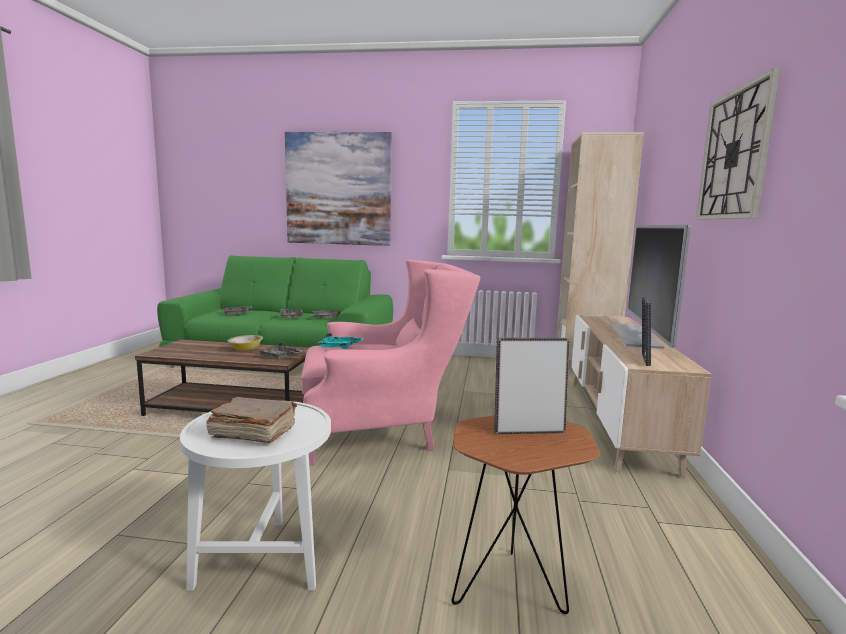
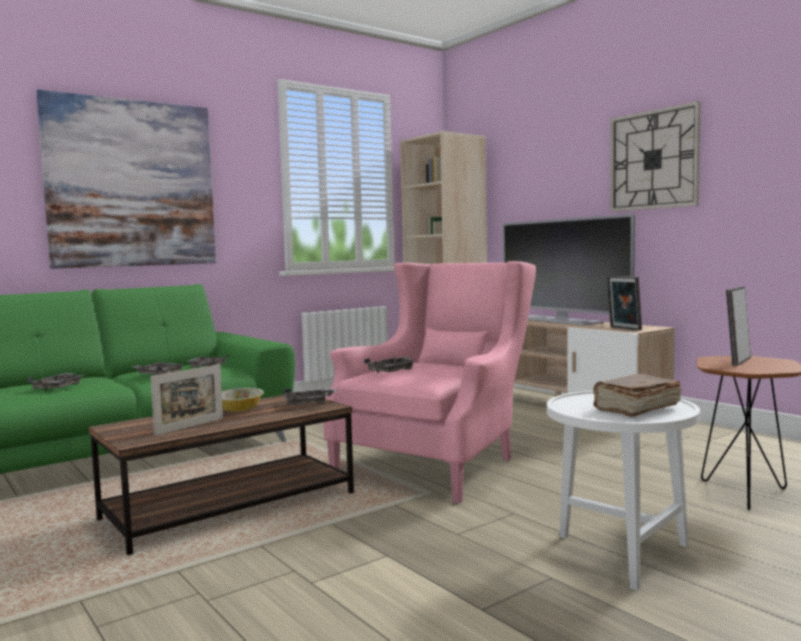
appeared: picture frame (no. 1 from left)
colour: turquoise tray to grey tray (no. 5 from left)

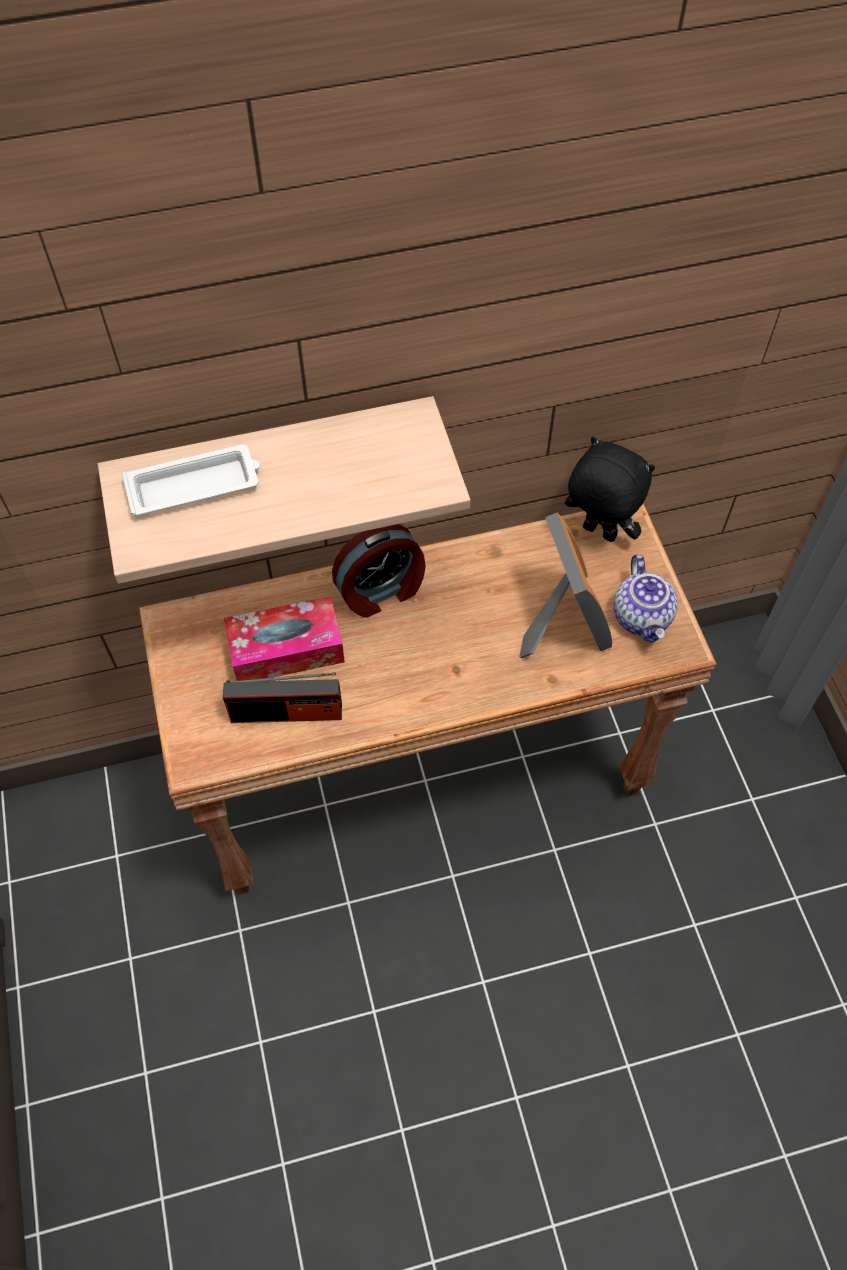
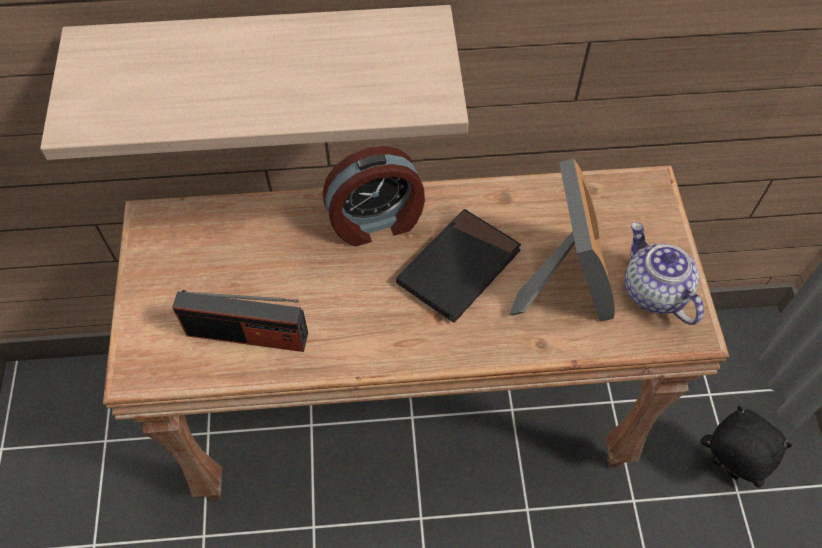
missing: white tray; tissue box
appeared: black book
relocated: black plush toy
spun: teapot 150 degrees clockwise

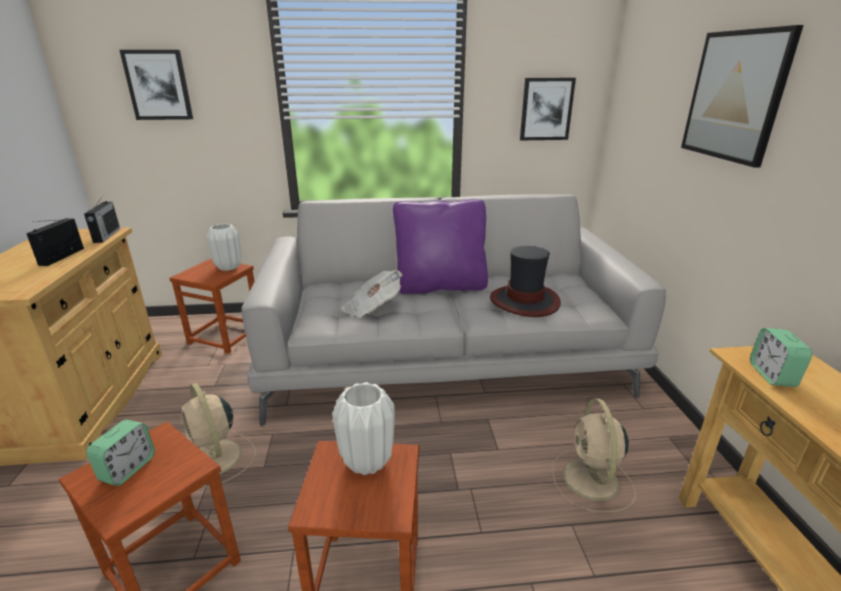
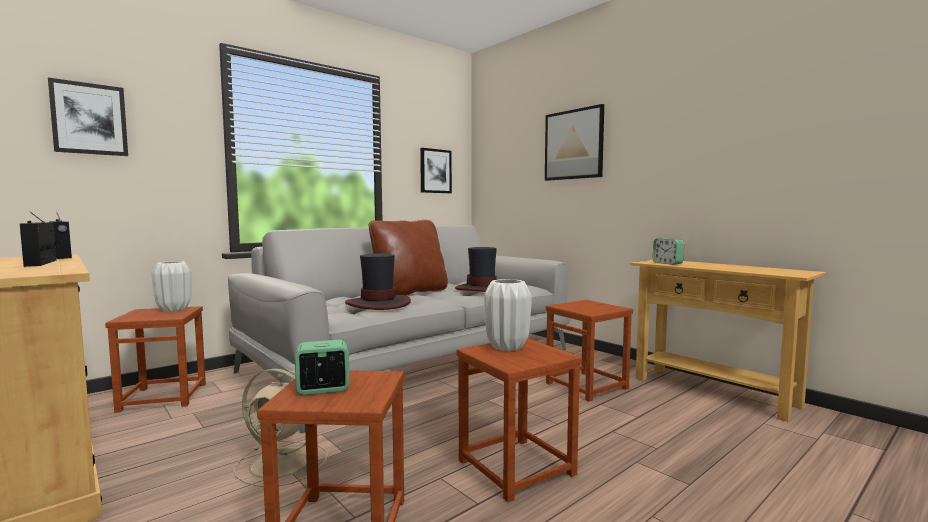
exchanged: newspaper to hat (no. 1 from left); beige fan (no. 2 from left) to brown stool (no. 4 from left)
colour: purple pillow to brown pillow
spun: alarm clock (no. 1 from left) 90 degrees counterclockwise

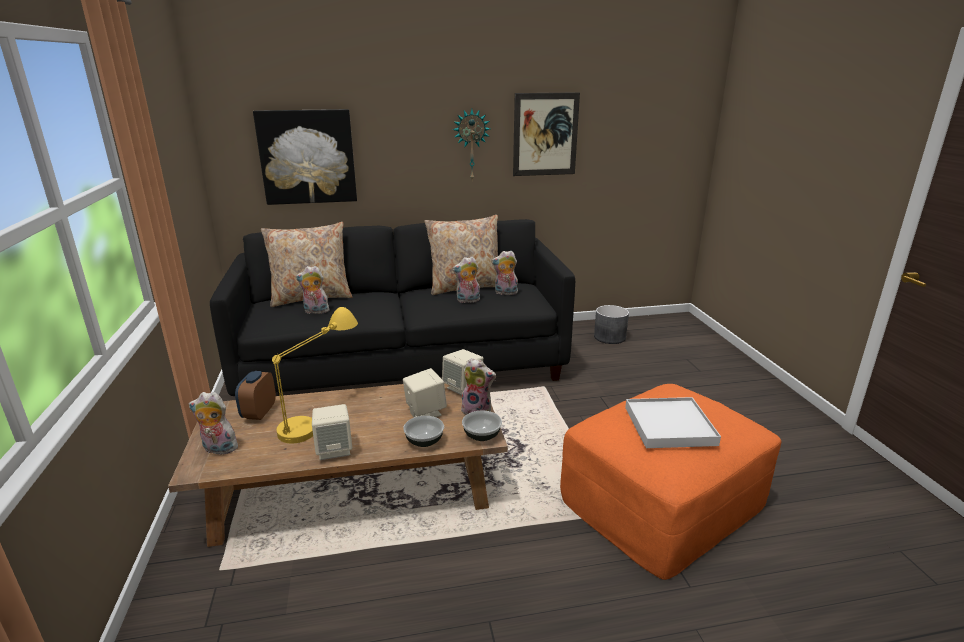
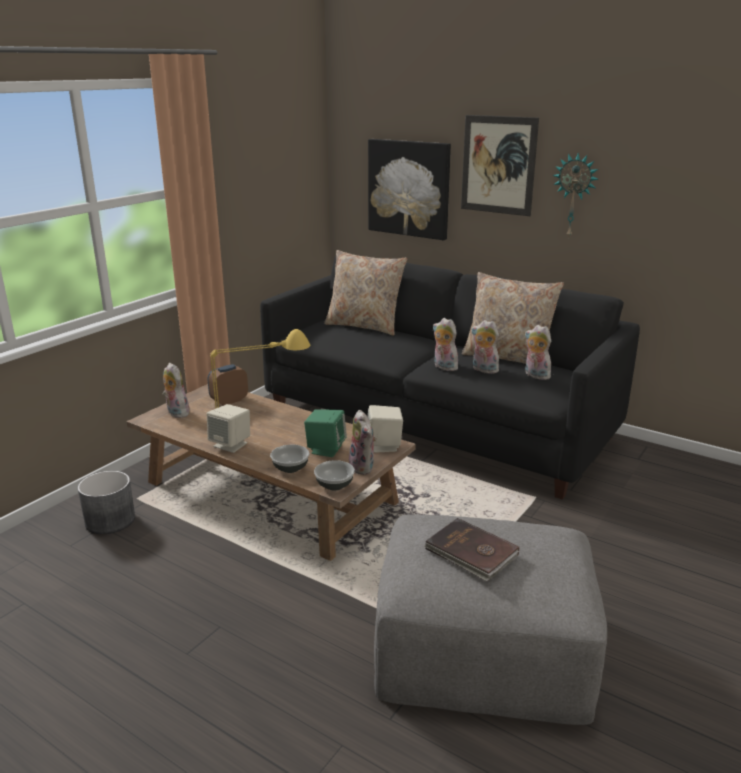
relocated: plush toy (no. 2 from left in the first image) to plush toy (no. 3 from left); picture (no. 2 from left); grey planter
exchanged: white tray to brown book
colour: beige speaker (no. 2 from left) to green speaker; orange ottoman to grey ottoman

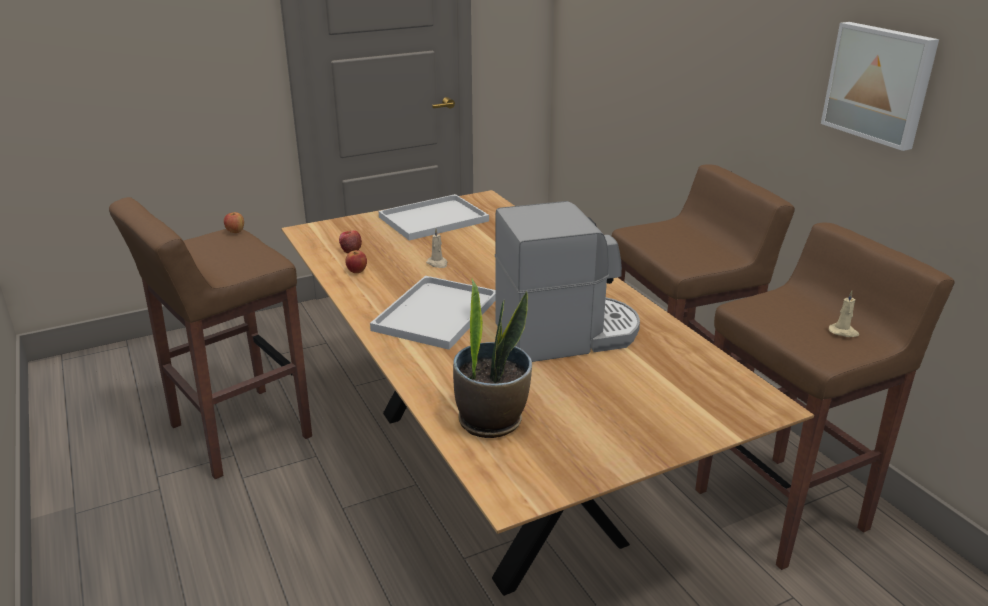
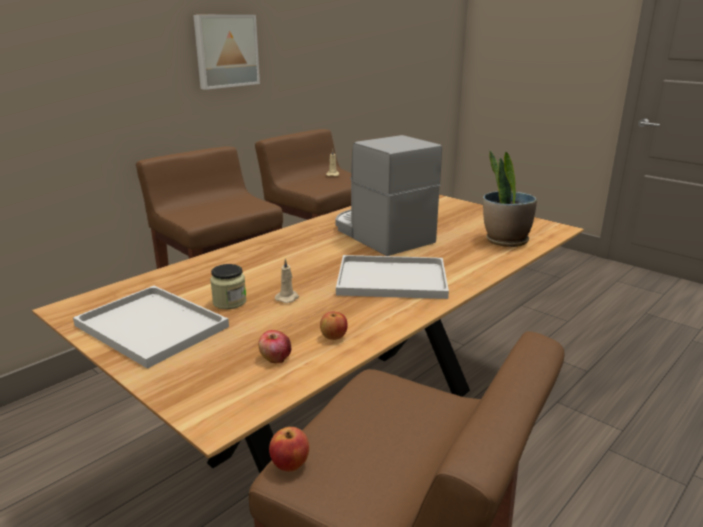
appeared: jar

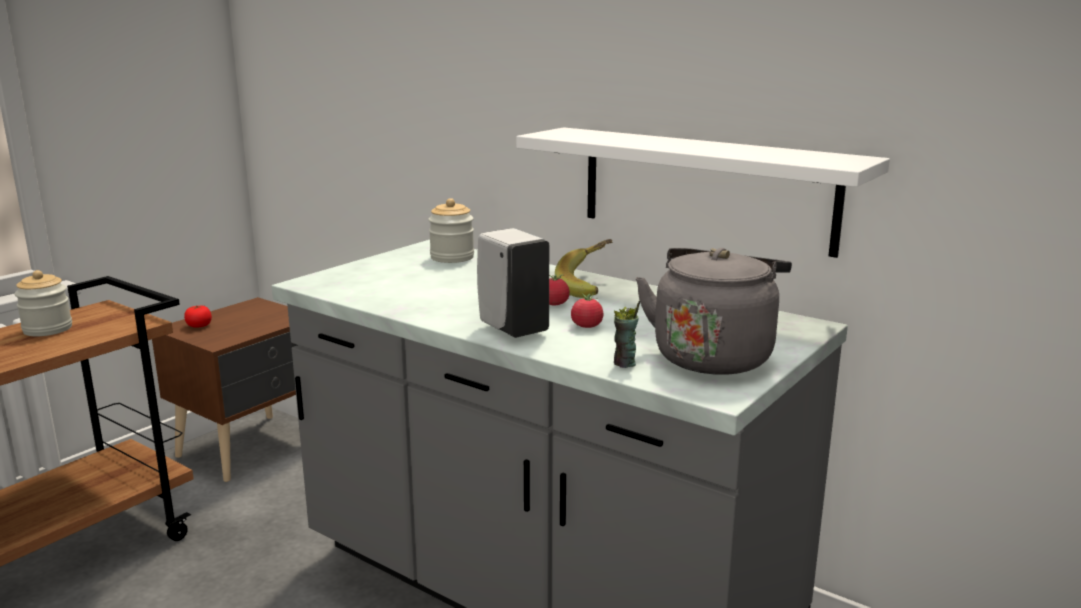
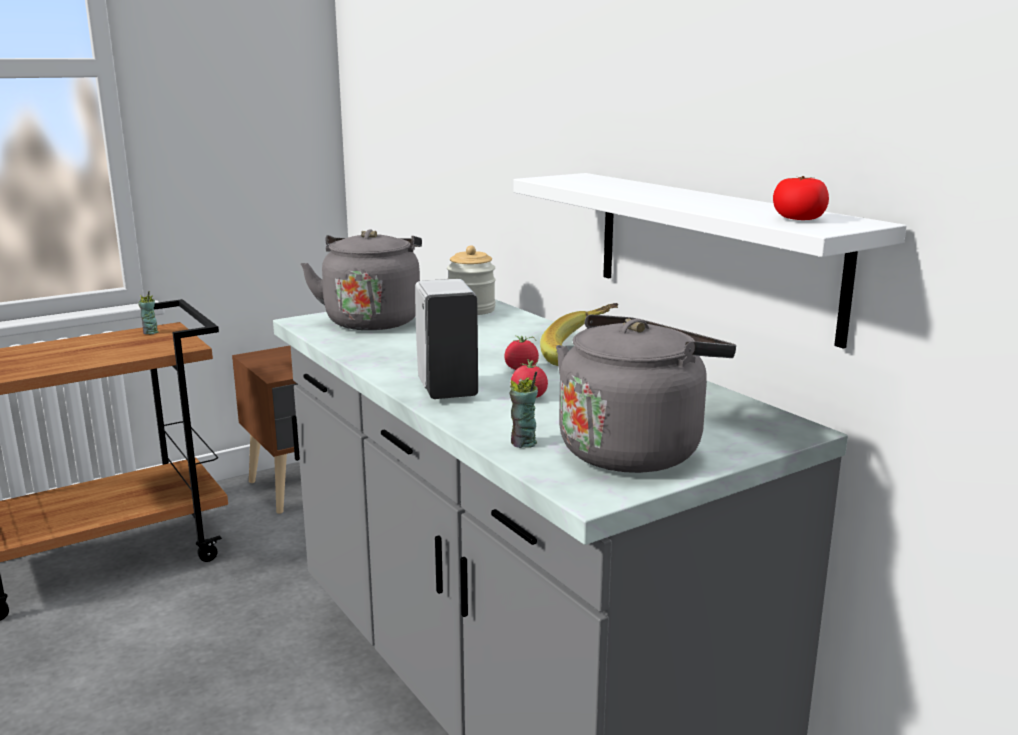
missing: jar (no. 1 from left)
appeared: cup (no. 1 from left); grey kettle (no. 1 from left)
relocated: tomato (no. 1 from left in the first image) to tomato (no. 3 from left)

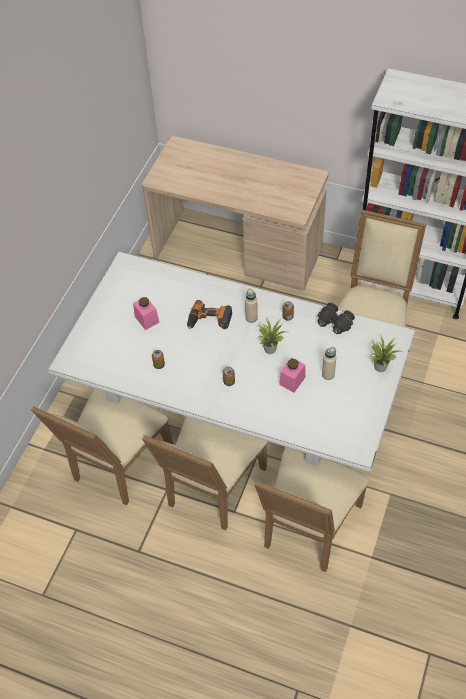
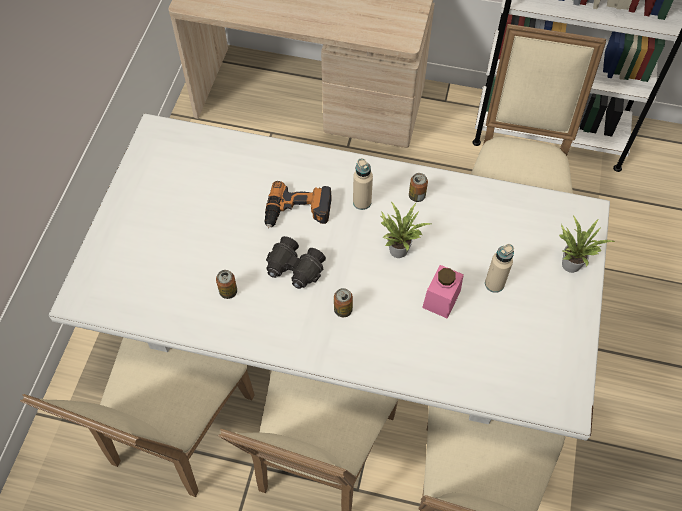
missing: pink jar (no. 1 from left)
relocated: black binoculars

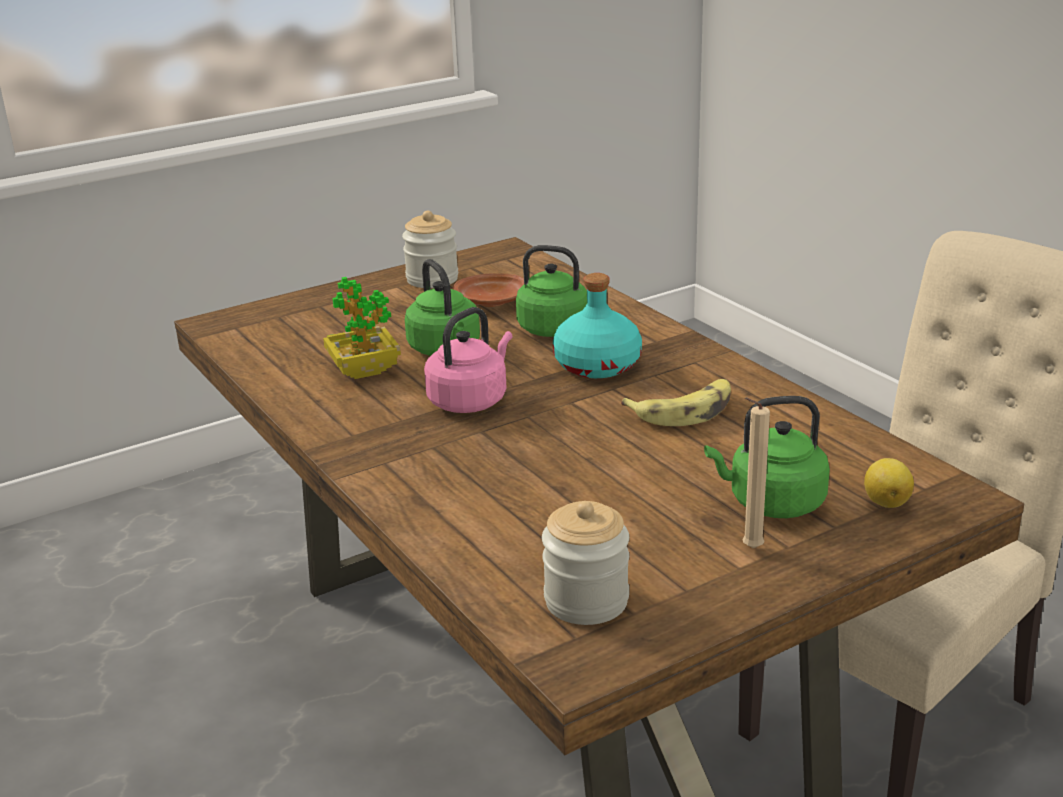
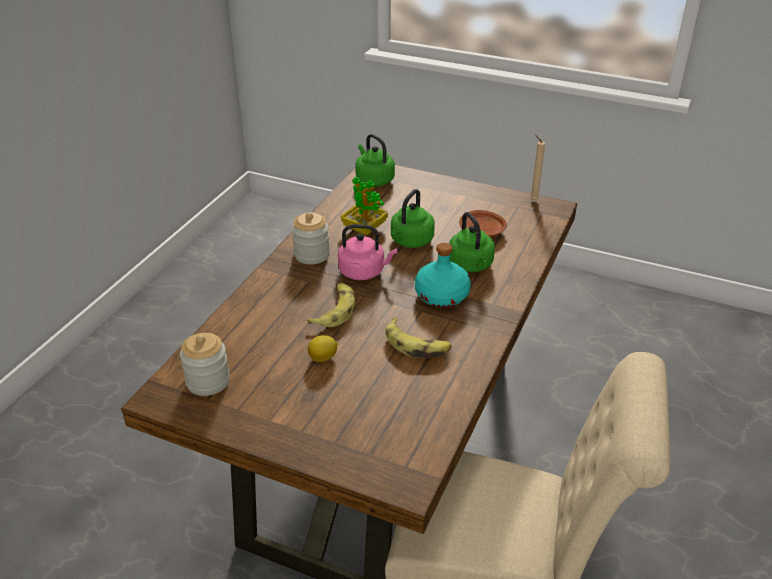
appeared: banana (no. 1 from left)
relocated: jar (no. 1 from left in the first image) to jar (no. 2 from left); green kettle (no. 3 from left in the first image) to green kettle (no. 1 from left); beige candle; lemon

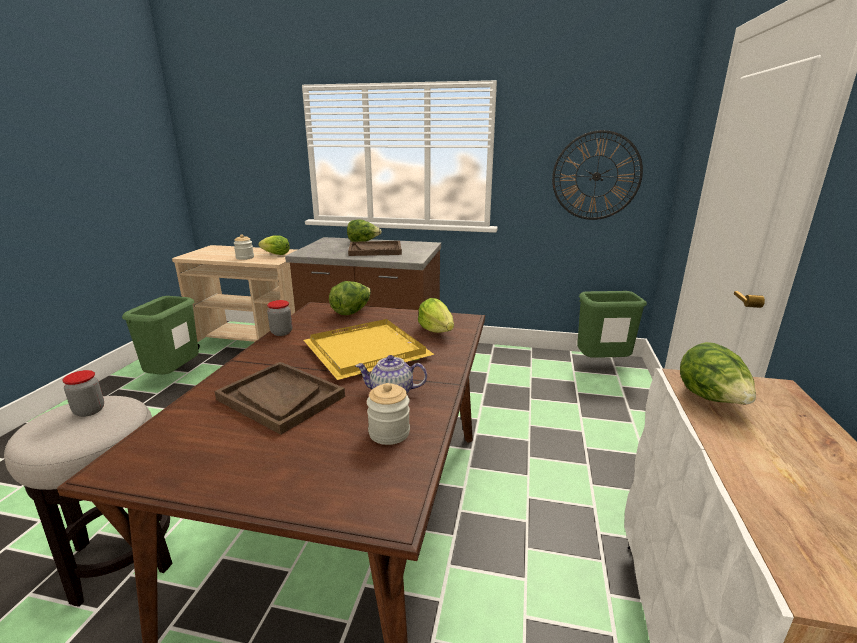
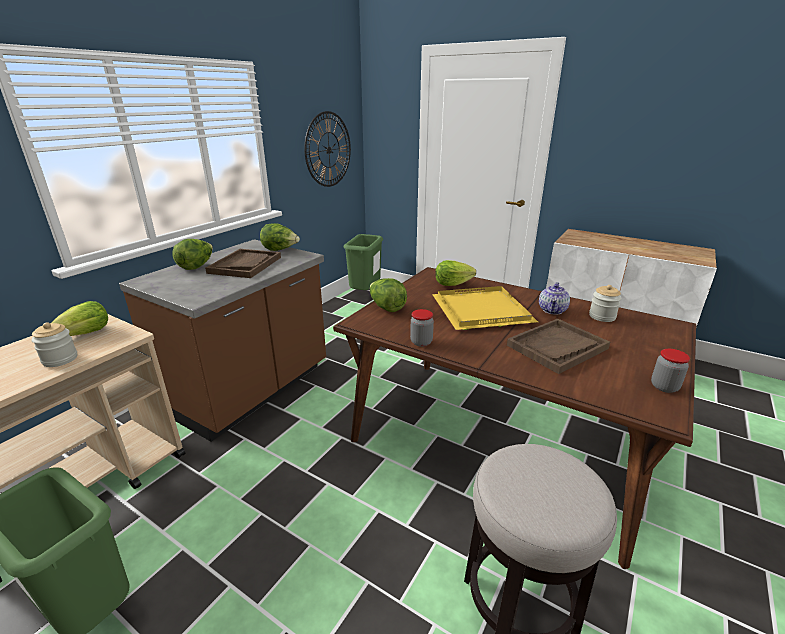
relocated: jar (no. 1 from left in the first image) to jar (no. 4 from left); lettuce (no. 5 from left in the first image) to lettuce (no. 3 from left)

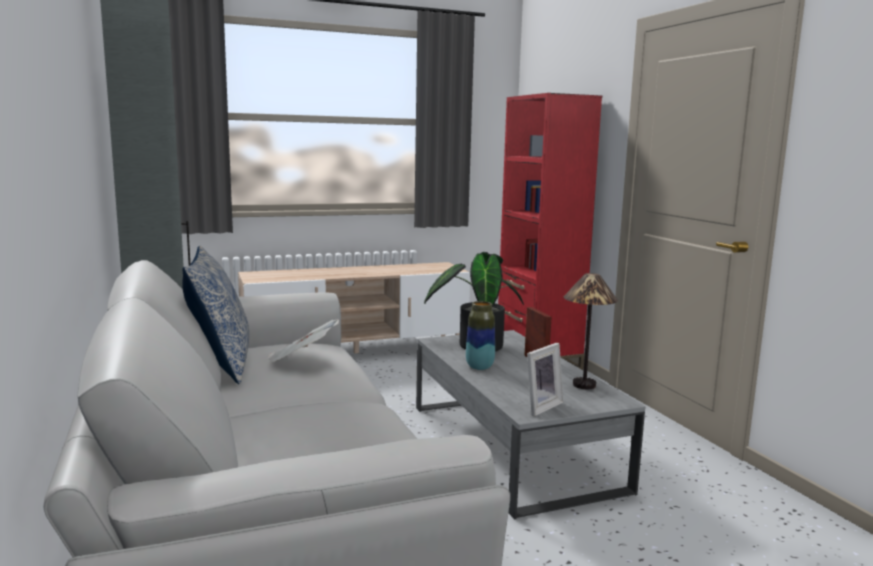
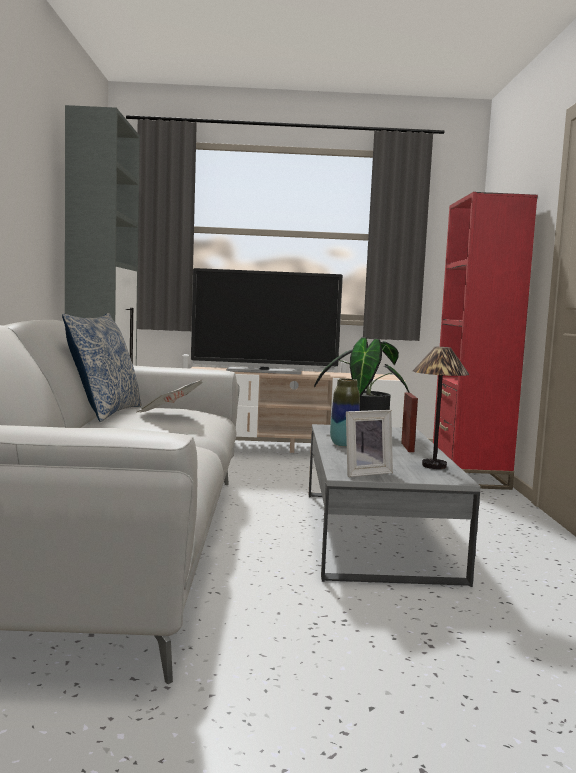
appeared: television

